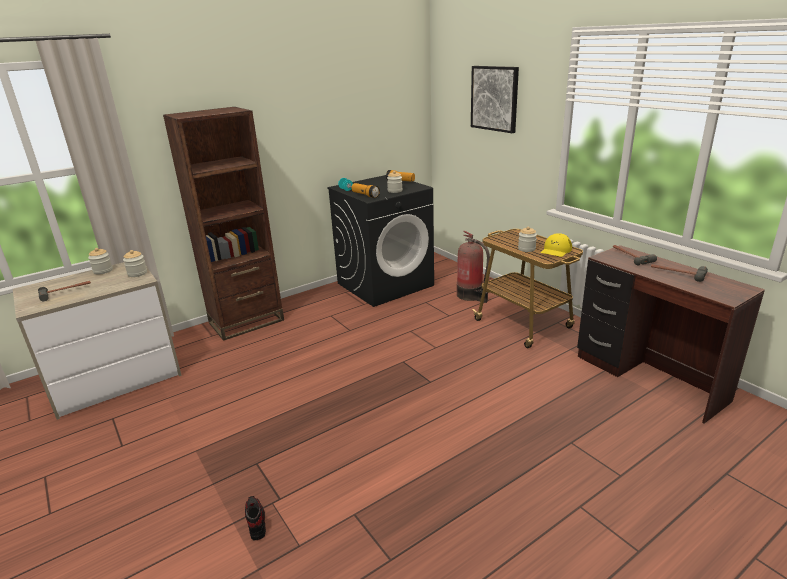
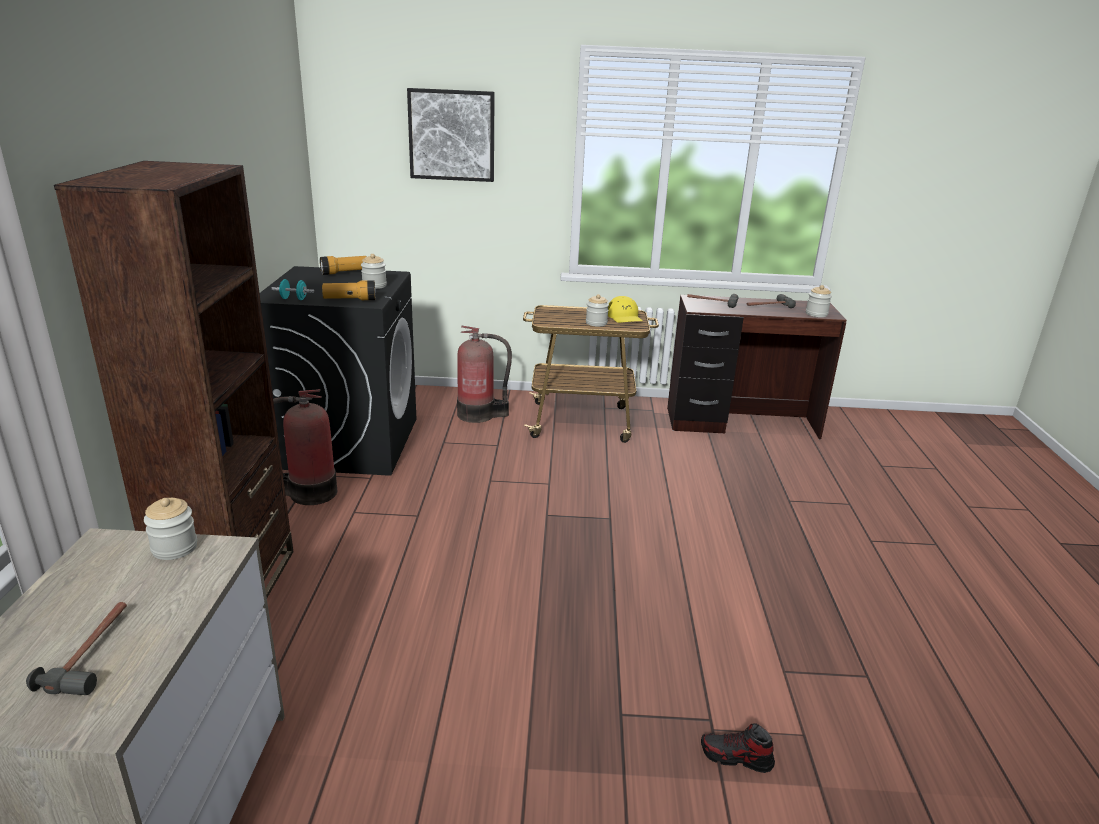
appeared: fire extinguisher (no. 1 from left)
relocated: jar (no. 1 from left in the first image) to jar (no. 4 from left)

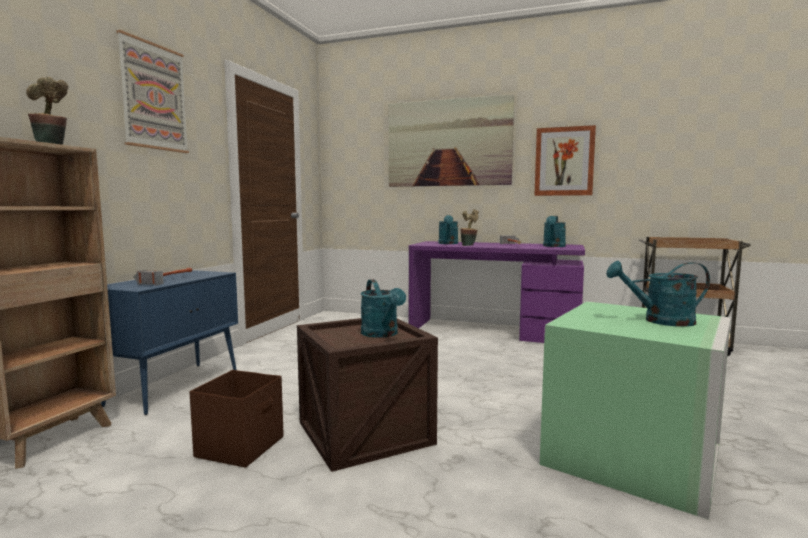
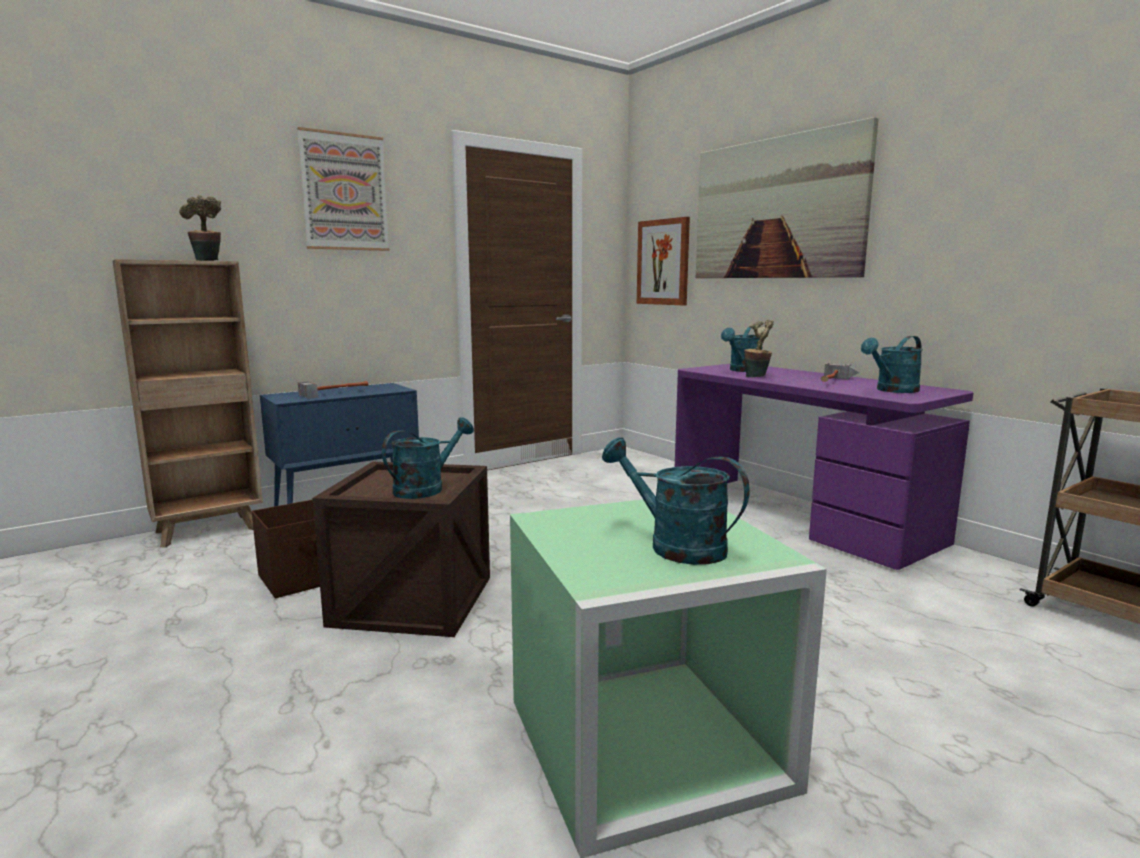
relocated: picture (no. 3 from left in the first image) to picture (no. 2 from left)
spun: turquoise watering can (no. 1 from left) 150 degrees counterclockwise

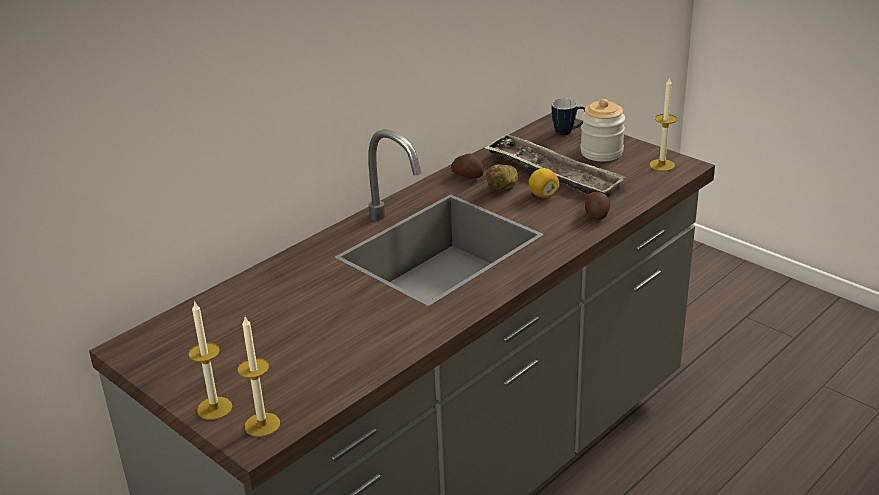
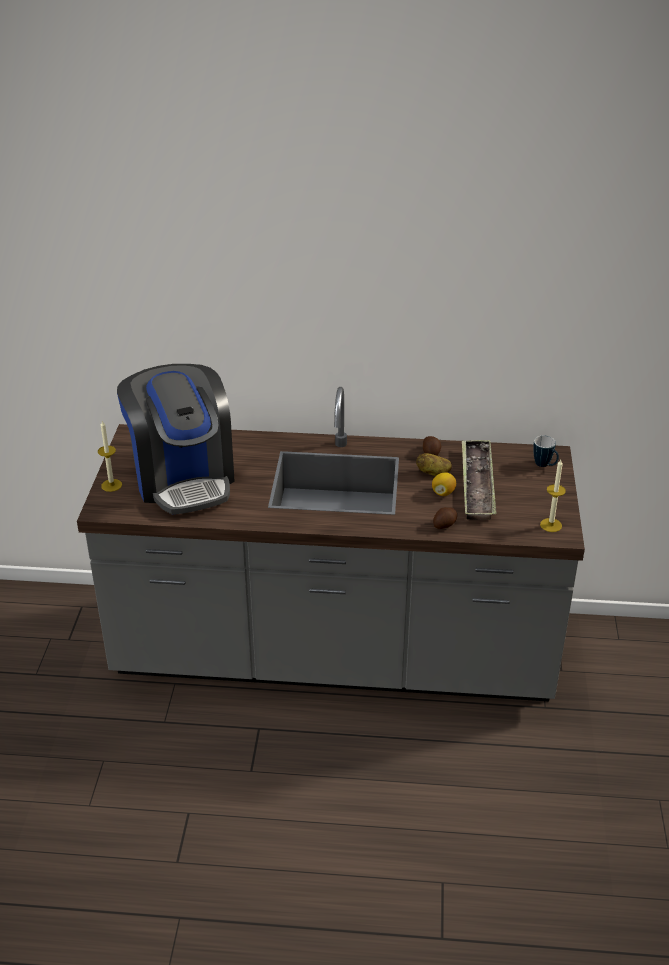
missing: candle (no. 2 from left); jar
appeared: coffee machine

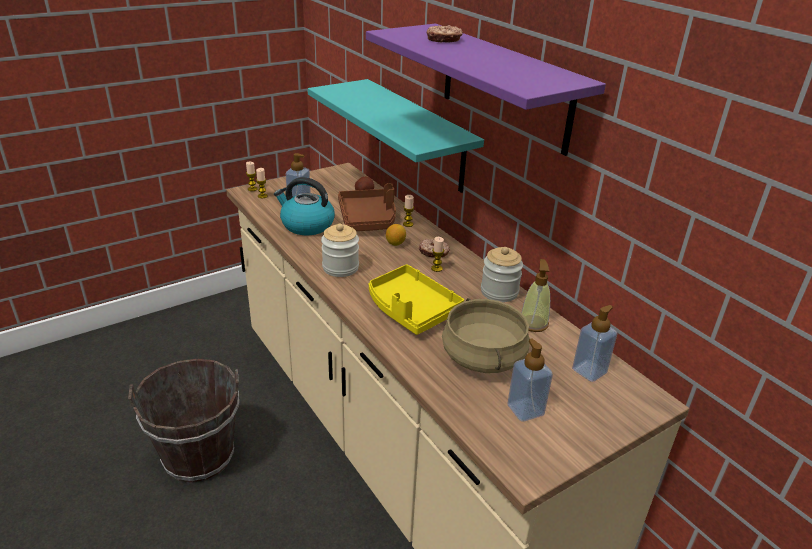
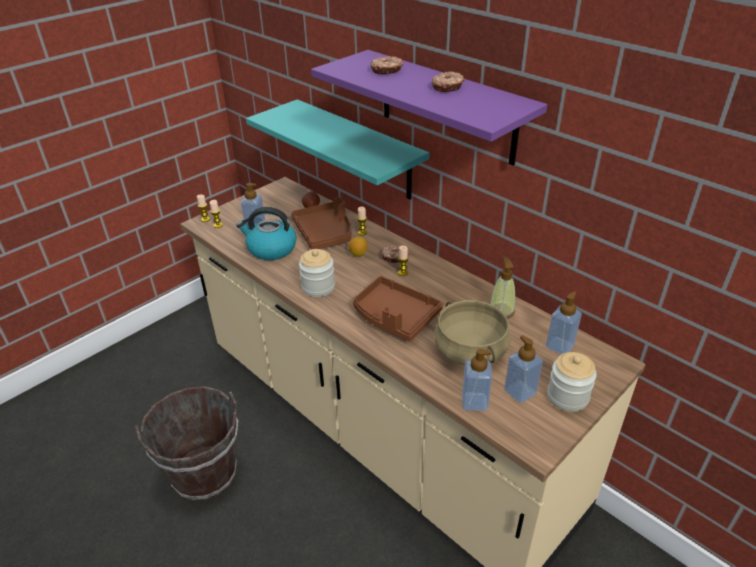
appeared: donut (no. 3 from left); soap dispenser (no. 2 from left)
relocated: jar (no. 2 from left)
colour: yellow tray to brown tray (no. 2 from left)

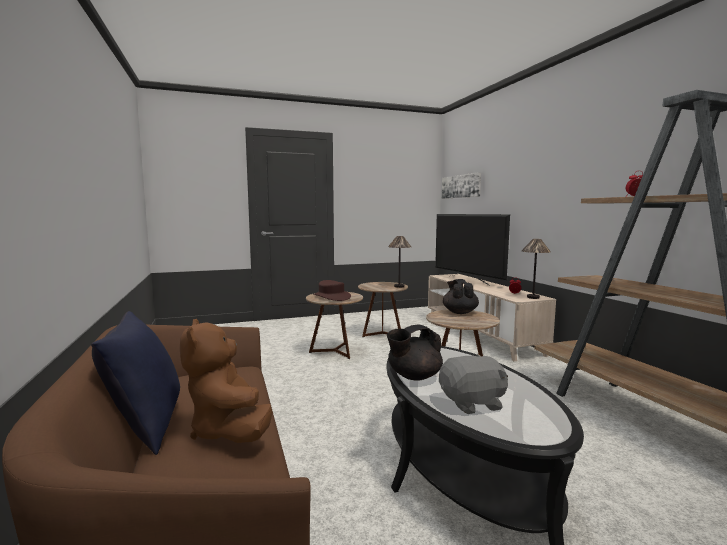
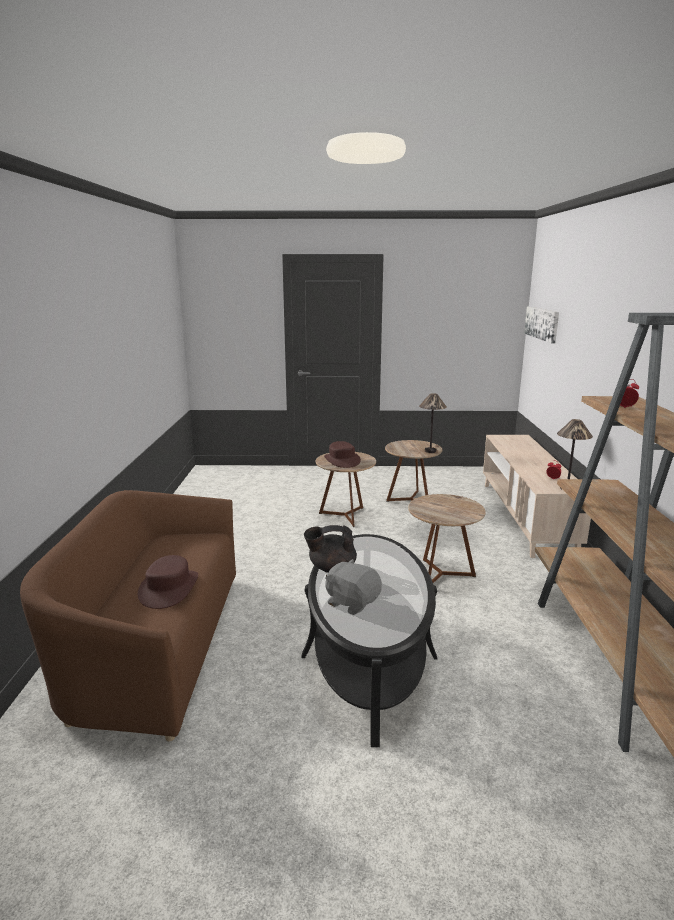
missing: blue pillow; television; black teapot (no. 2 from left)
exchanged: brown plush toy to brown hat (no. 1 from left)
spun: grey plush toy 150 degrees counterclockwise

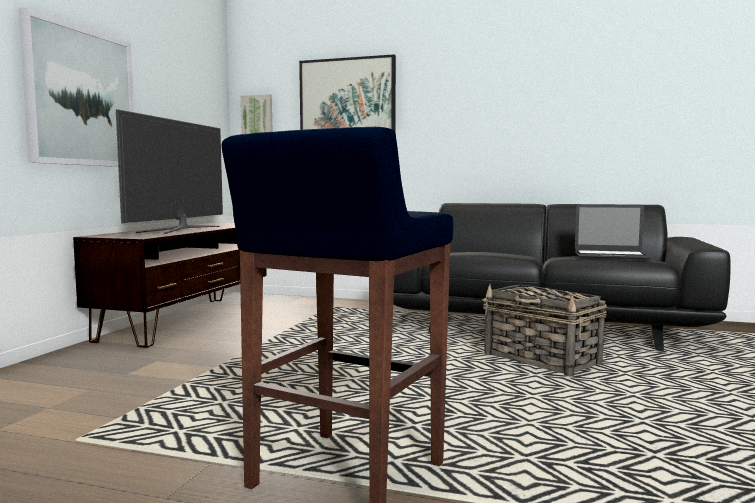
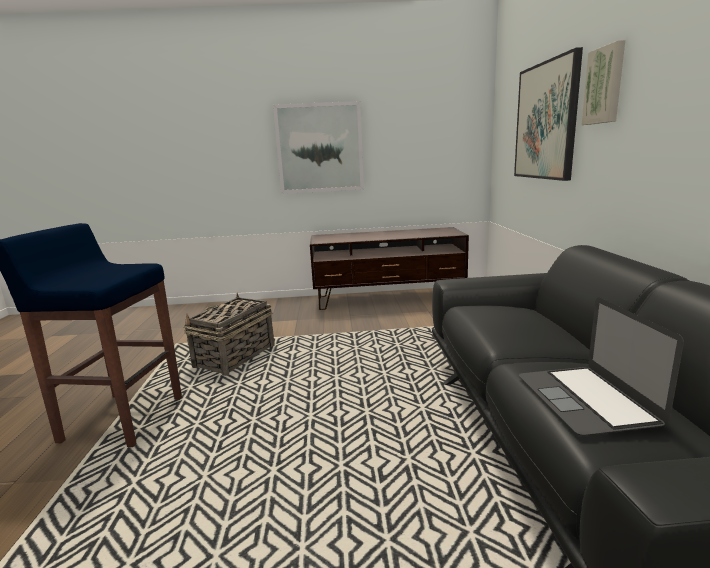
missing: television
relocated: picture (no. 2 from left in the first image) to picture (no. 3 from left); basket

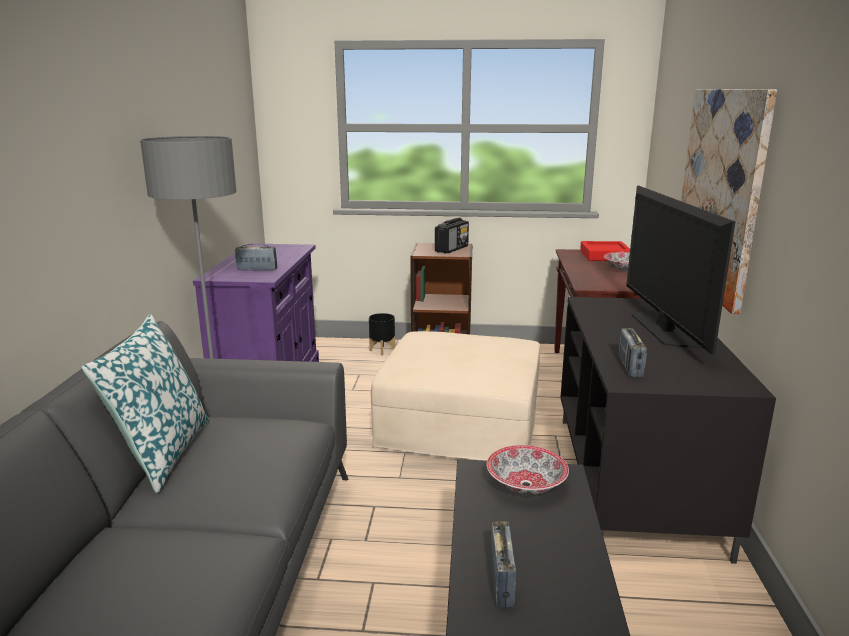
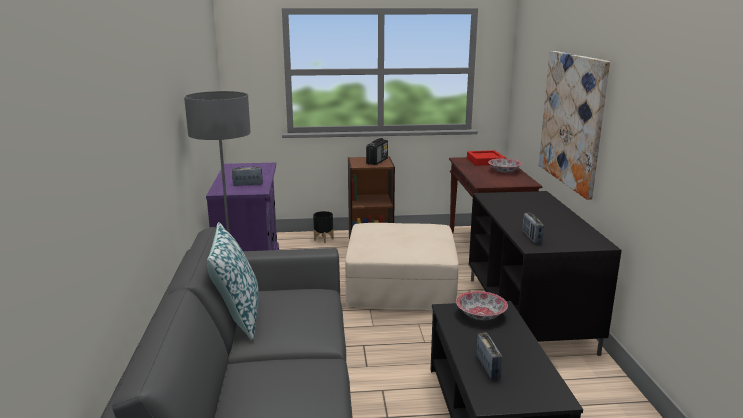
missing: television

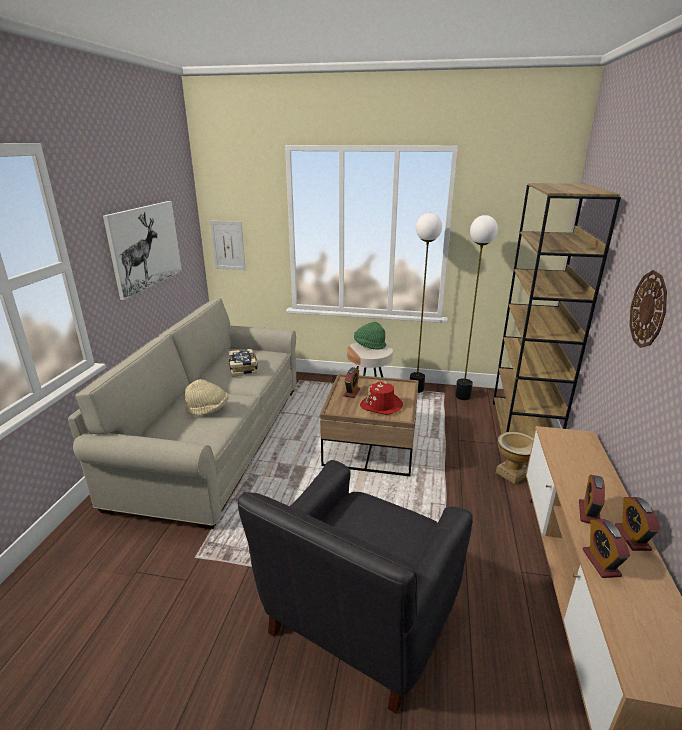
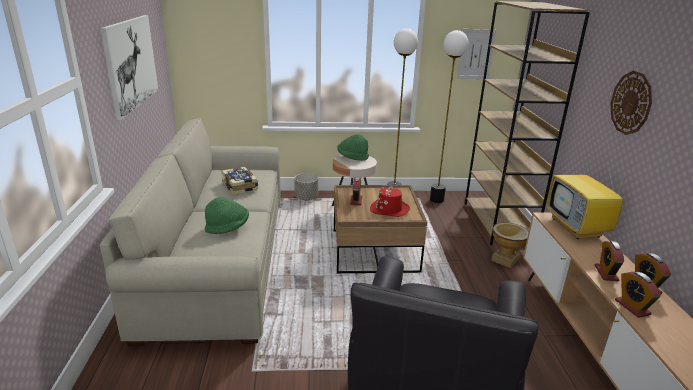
appeared: grey planter; television
relocated: picture (no. 2 from left)
colour: beige hat to green hat (no. 1 from left)

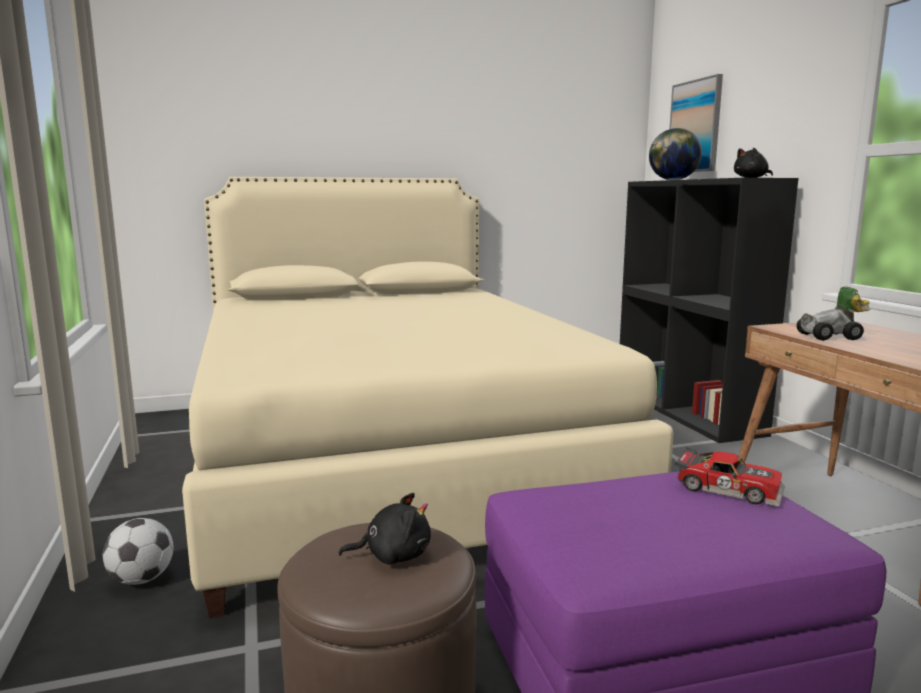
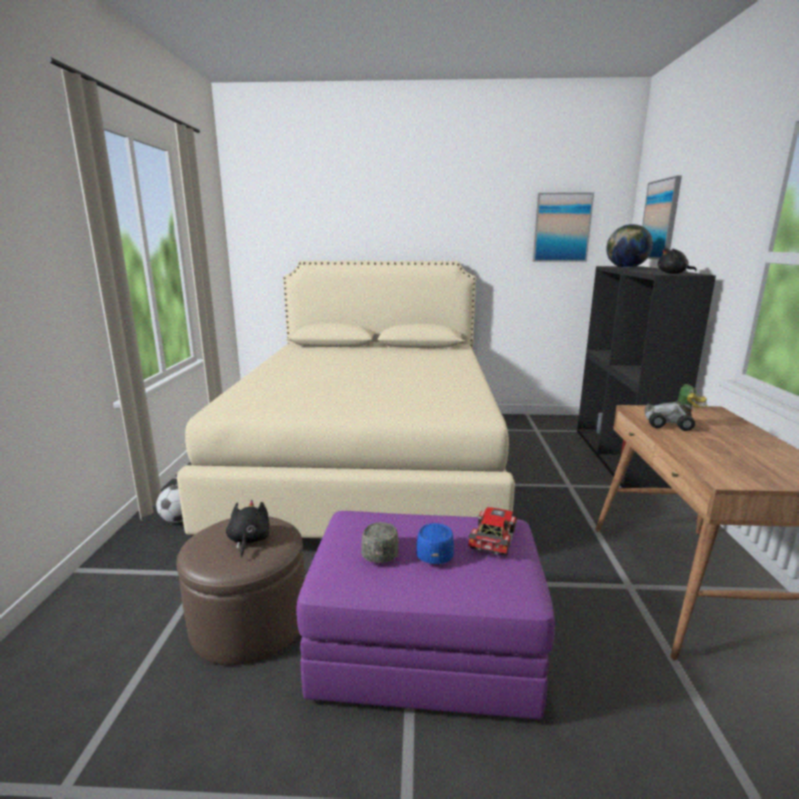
appeared: grey cap; blue cap; picture (no. 1 from left)
spun: black plush toy (no. 1 from left) 105 degrees counterclockwise; toy car (no. 1 from left) 120 degrees counterclockwise

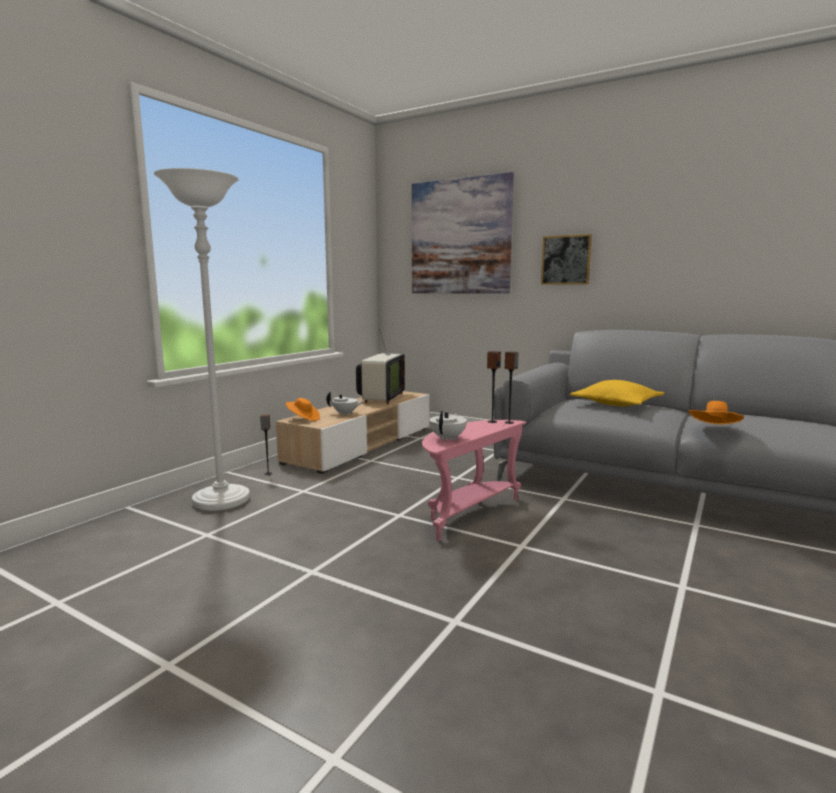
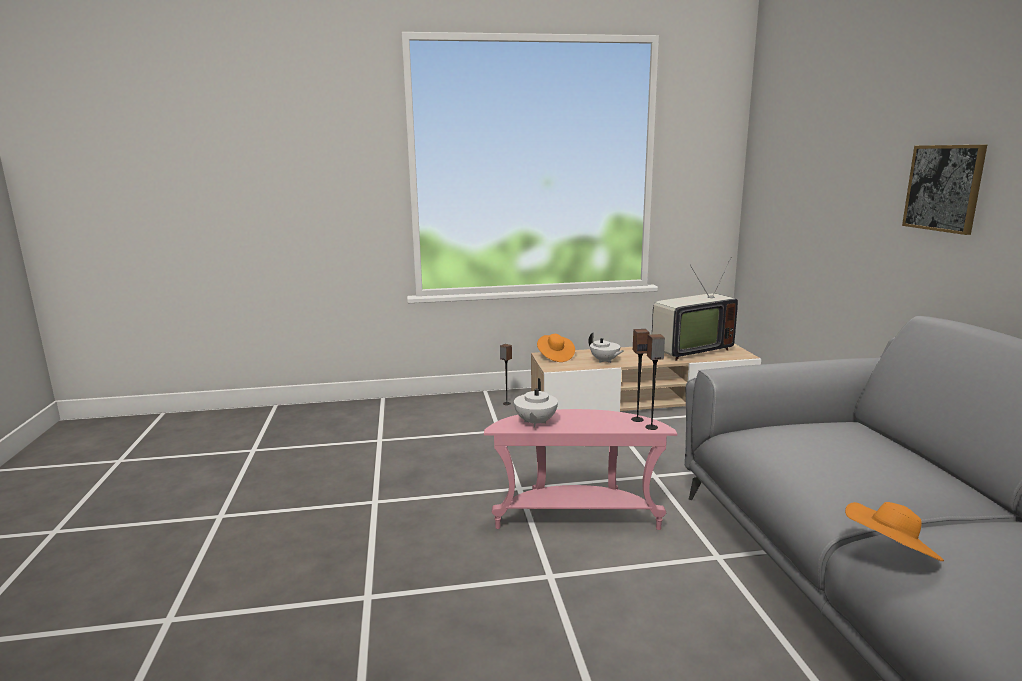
missing: white floor lamp; picture (no. 1 from left); yellow pillow
spun: white teapot (no. 2 from left in the first image) 120 degrees clockwise

